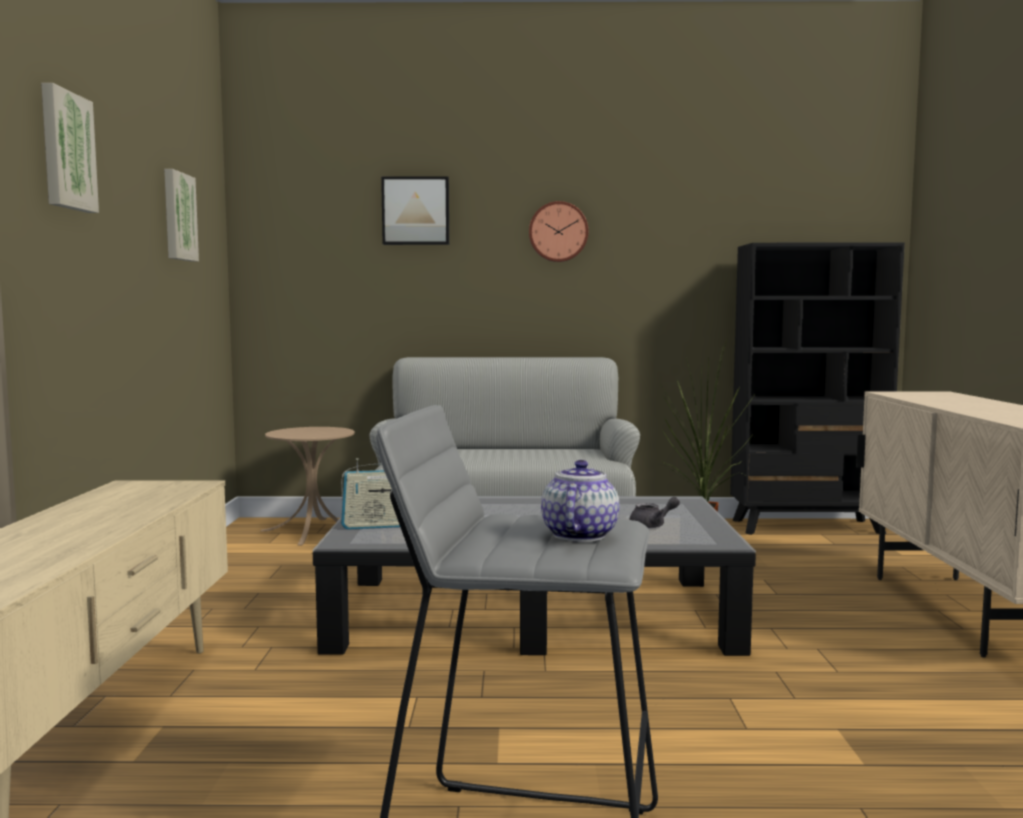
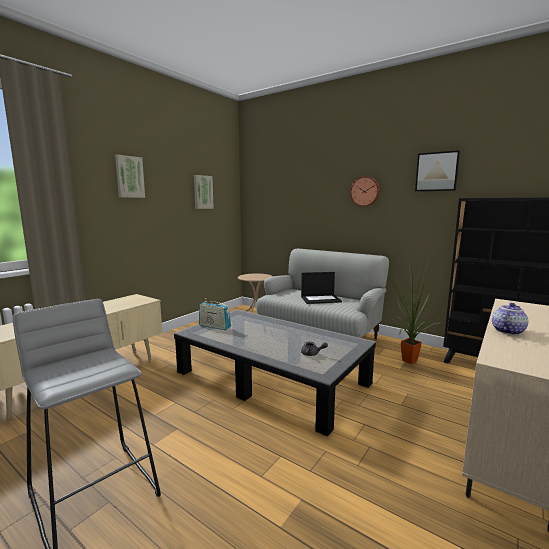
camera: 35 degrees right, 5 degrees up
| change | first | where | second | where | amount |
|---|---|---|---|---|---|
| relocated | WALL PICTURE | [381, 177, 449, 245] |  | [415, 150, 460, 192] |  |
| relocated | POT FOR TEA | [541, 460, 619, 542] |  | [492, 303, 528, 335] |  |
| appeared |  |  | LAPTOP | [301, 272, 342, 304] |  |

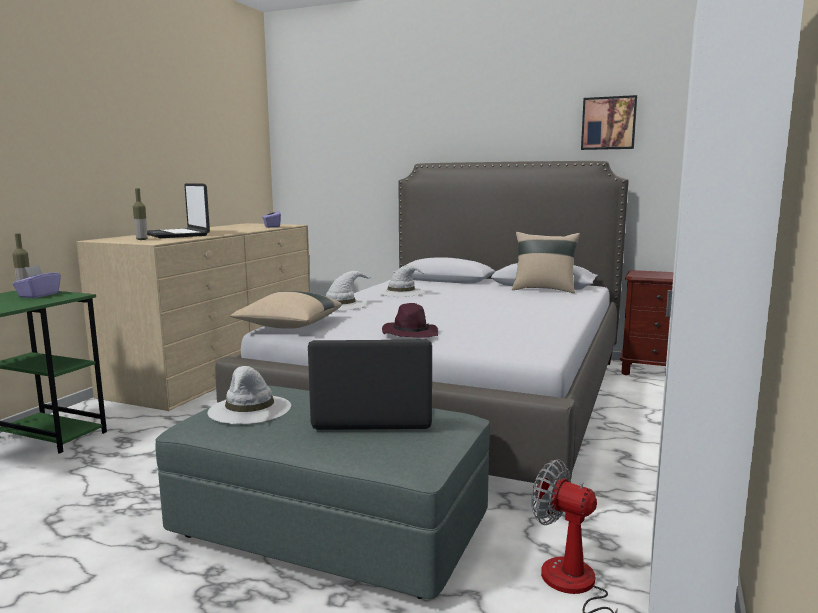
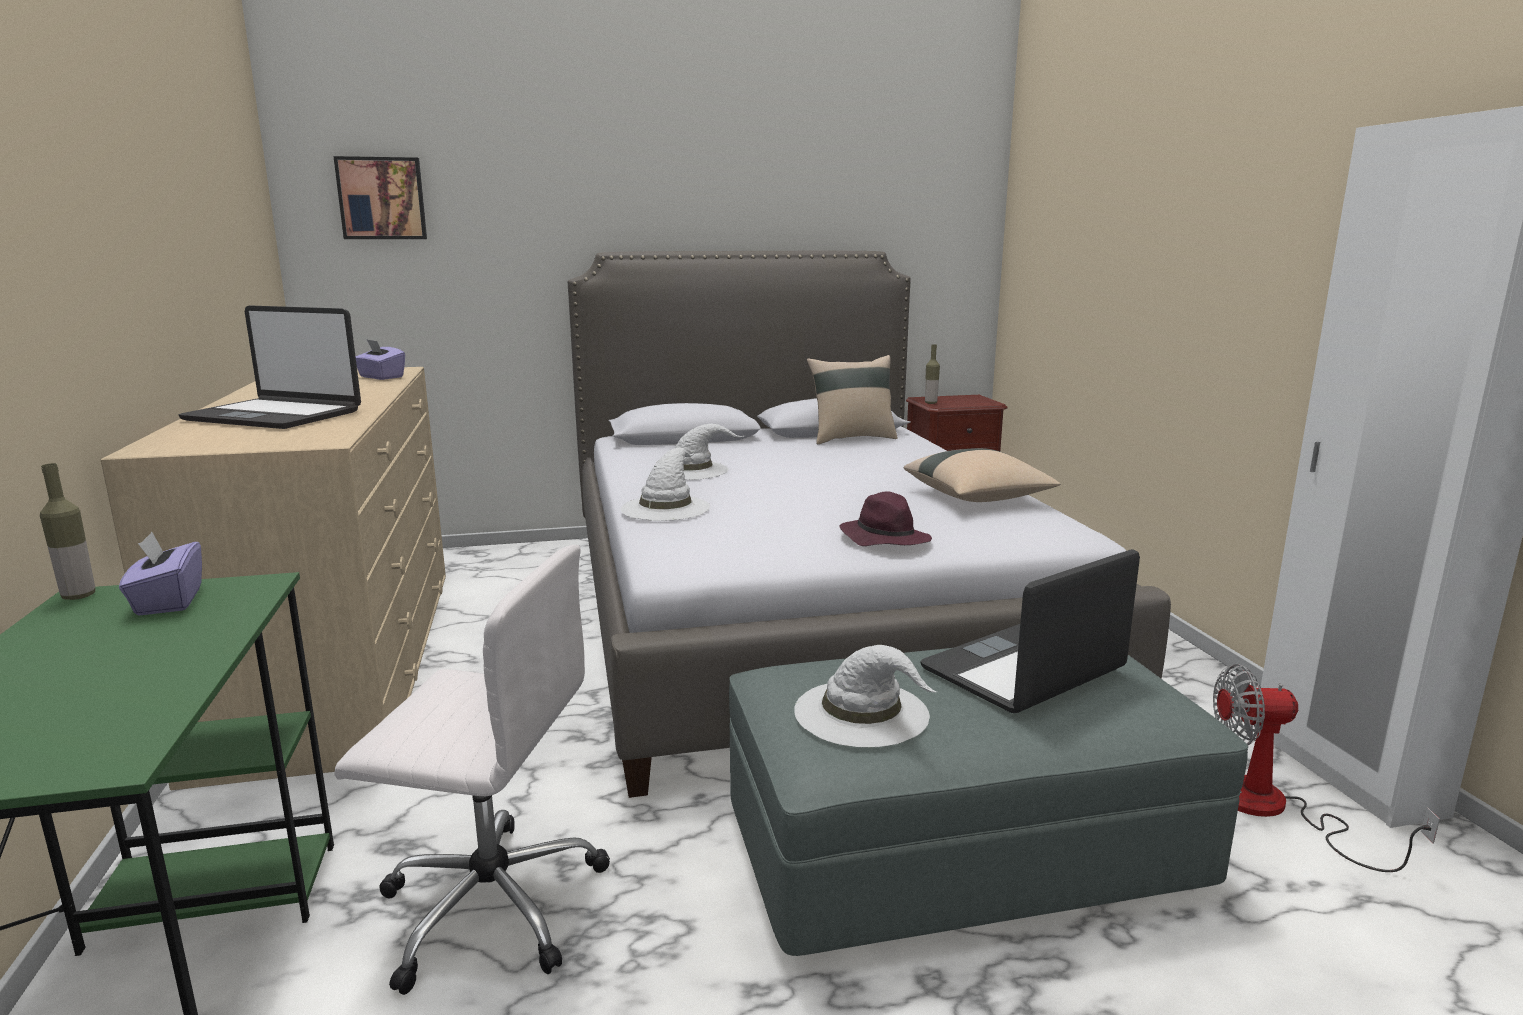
camera: 35 degrees left, 5 degrees up
| change | first | where | second | where | amount |
|---|---|---|---|---|---|
| relocated | BEVERAGE BOTTLE | [133, 189, 148, 240] |  | [925, 344, 940, 404] |  |
| relocated | BEIGE THROW PILLOW | [231, 291, 342, 329] |  | [904, 448, 1061, 502] |  |
| relocated | WALL PICTURE | [581, 95, 637, 150] |  | [333, 156, 427, 239] |  |
| appeared |  |  | WHITISH OFFICE CHAIR | [335, 545, 610, 995] |  |

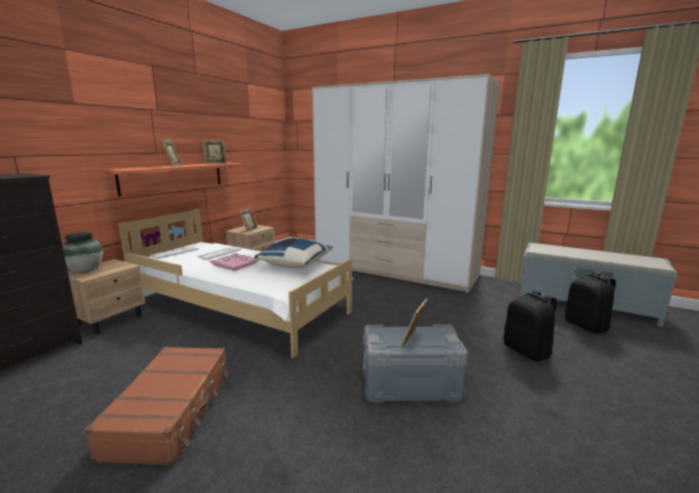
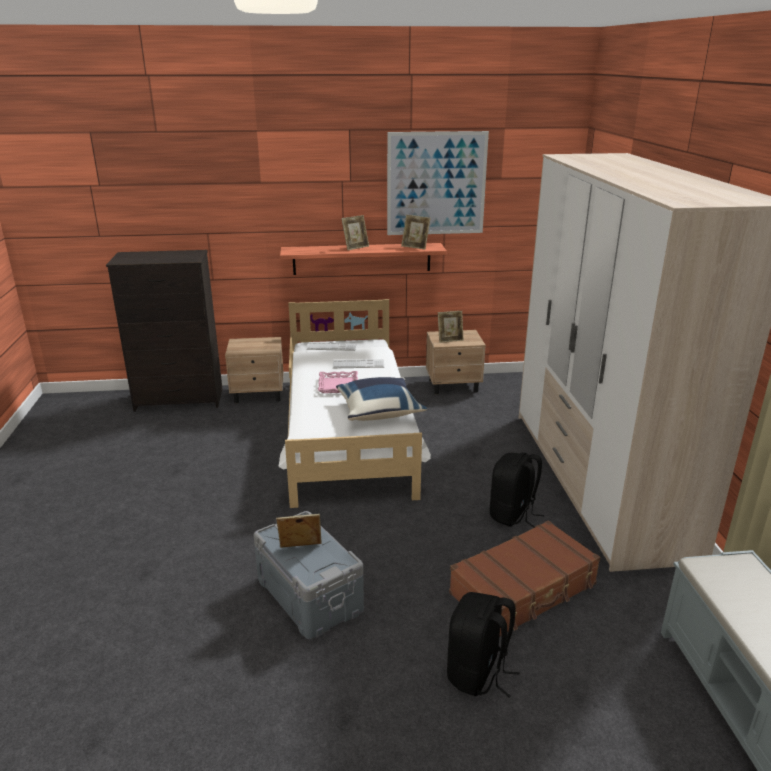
camera: 55 degrees right, 10 degrees up
| change | first | where | second | where | amount |
|---|---|---|---|---|---|
| missing | VASE | [62, 232, 103, 273] |  |  |  |
| relocated | BROWN PIECE OF LUGGAGE | [85, 346, 228, 465] |  | [449, 520, 600, 637] |  |
| relocated | BLACKISH KNAPSACK | [565, 273, 616, 334] |  | [490, 452, 544, 528] |  |
| appeared |  |  | WALL PICTURE | [387, 131, 489, 235] |  |

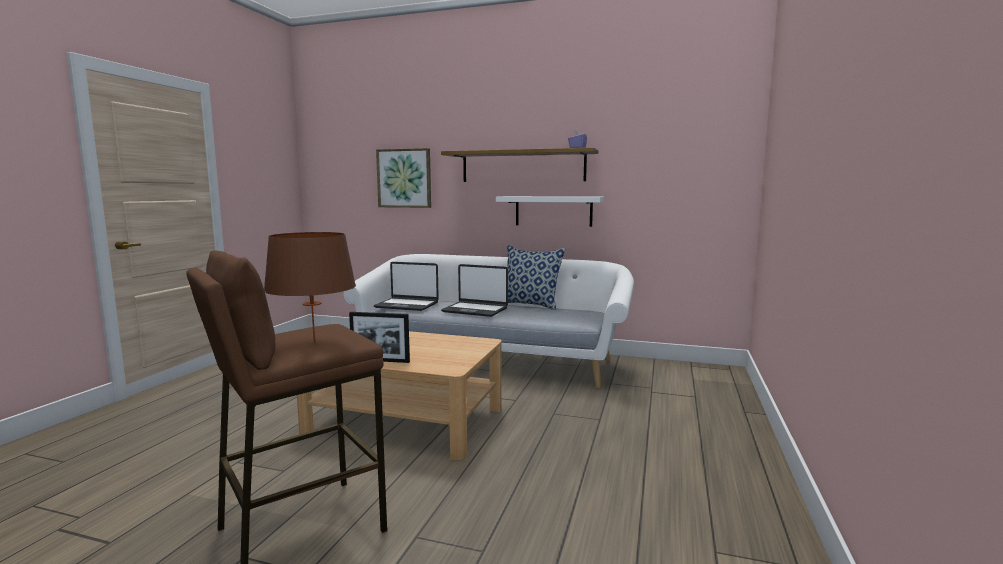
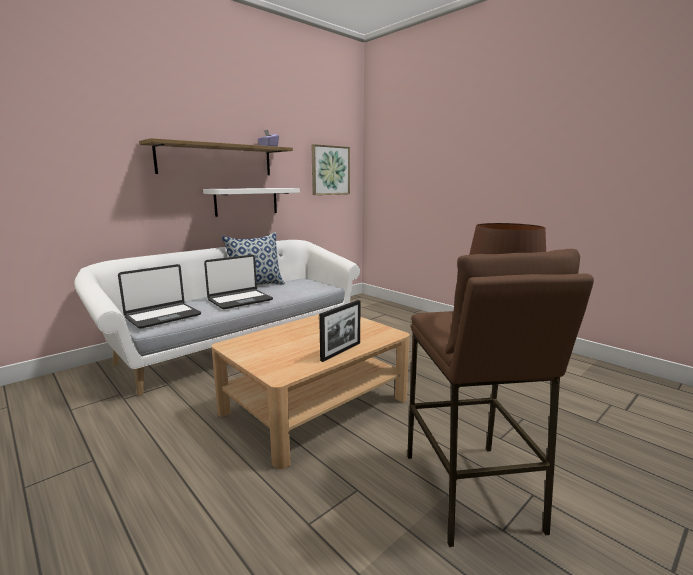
camera: 60 degrees left, 5 degrees up
| change | first | where | second | where | amount |
|---|---|---|---|---|---|
| relocated | WALL PICTURE | [376, 148, 431, 208] |  | [312, 144, 350, 195] |  |

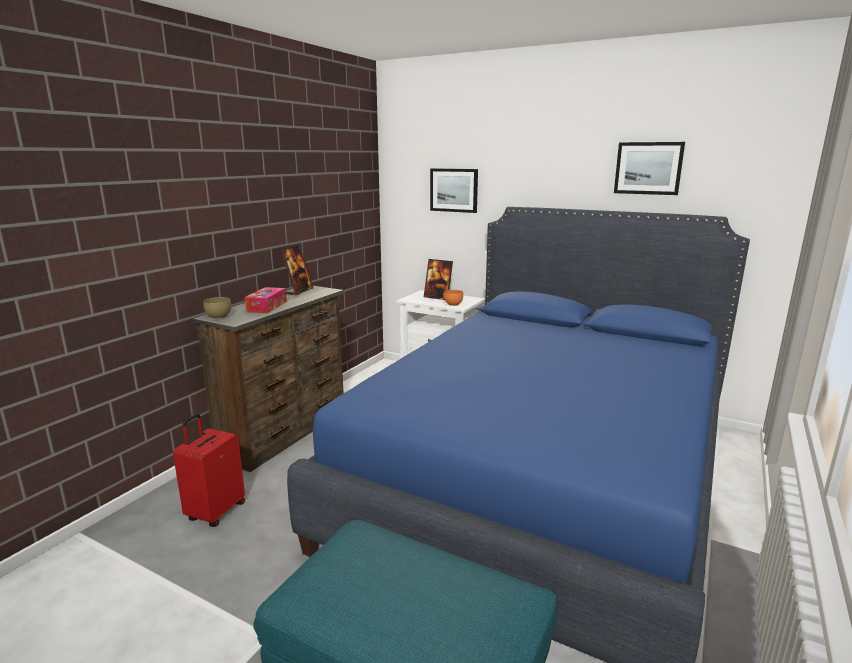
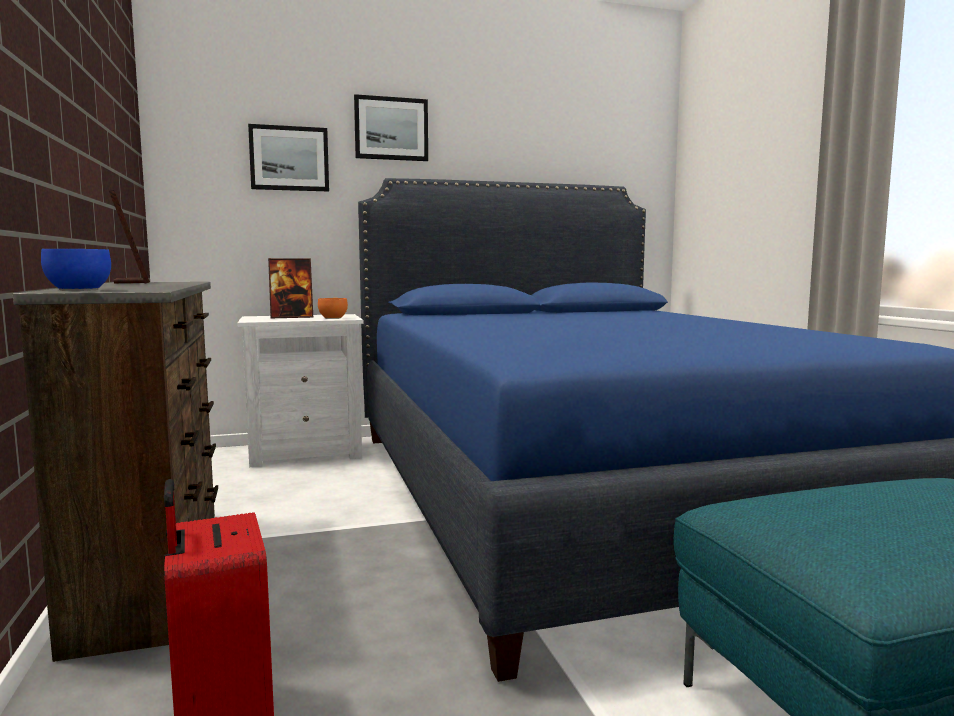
camera: 45 degrees left, 10 degrees down
| change | first | where | second | where | amount |
|---|---|---|---|---|---|
| colour | BROWN DEEP DISH | [204, 297, 231, 319] | BLUE DEEP DISH | [41, 249, 111, 291] |  |
| missing | TISSUE BOX | [245, 287, 287, 313] |  |  |  |
| relocated | WALL PICTURE | [614, 142, 685, 195] |  | [354, 94, 428, 161] |  |

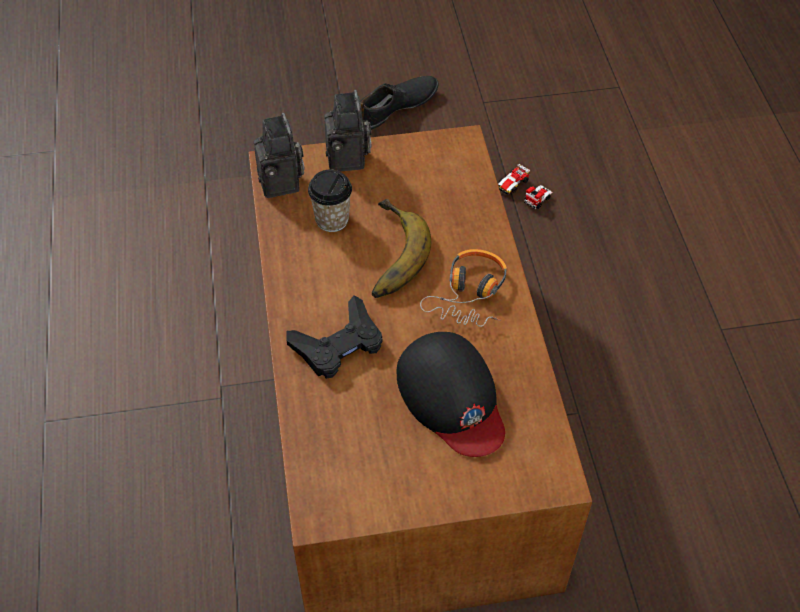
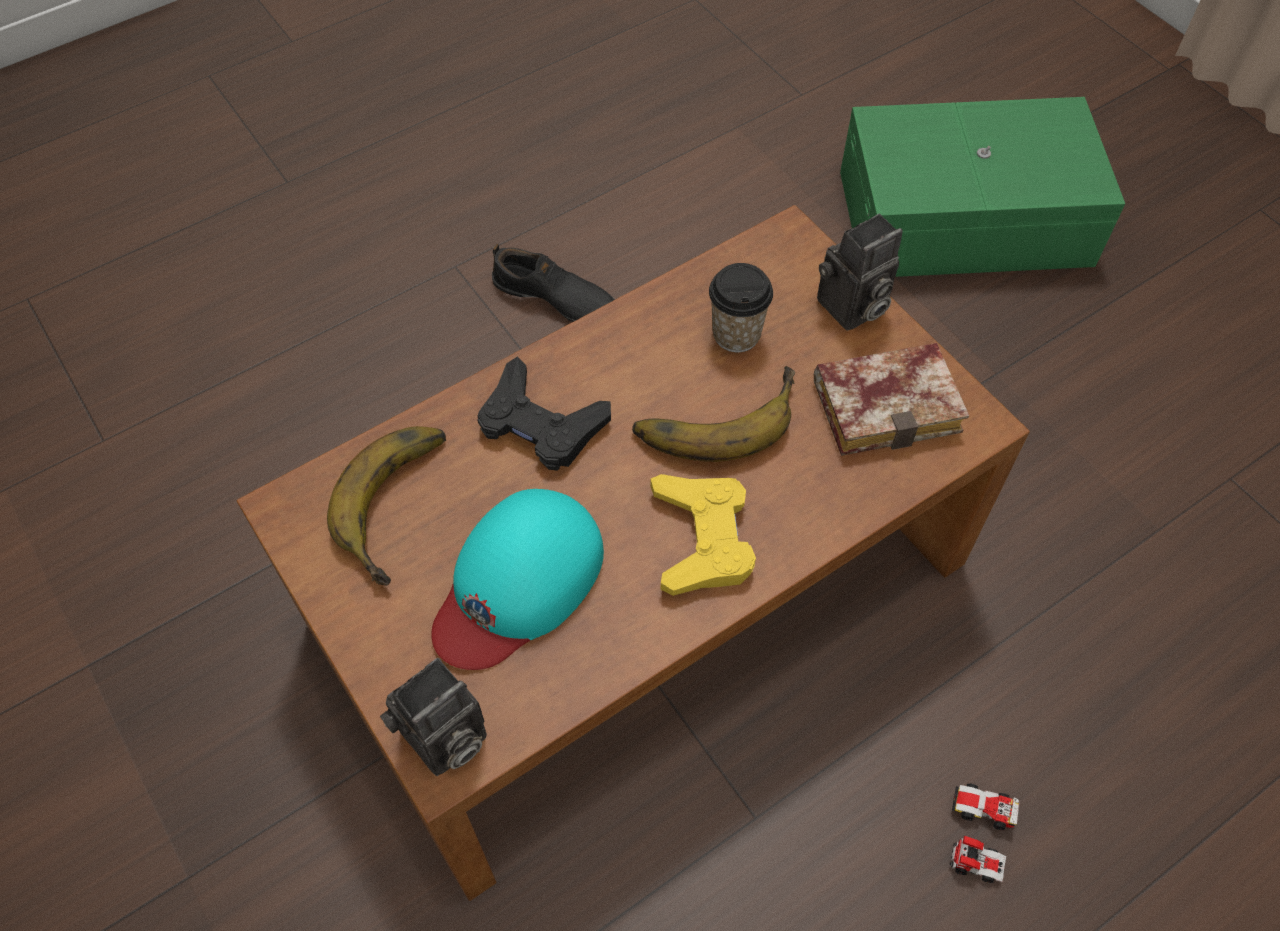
camera: 65 degrees right, 5 degrees up
| change | first | where | second | where | amount |
|---|---|---|---|---|---|
| relocated | PHOTO CAMERA | [254, 113, 304, 198] |  | [380, 658, 487, 776] |  |
| relocated | BLACKISH LOW SHOE | [360, 76, 439, 130] |  | [492, 244, 615, 322] |  |
| colour | BLACKISH PEAKED CAP | [397, 332, 505, 457] | TURQUOISE PEAKED CAP | [431, 489, 604, 670] |  |
| exchanged | HEADPHONES | [420, 249, 507, 327] | YELLOW-COLOURED JOYPAD | [650, 474, 756, 596] |  |
| relocated | MINIATURE CAR | [499, 164, 552, 209] |  | [950, 784, 1020, 883] |  |
| appeared |  |  | WHOLE BANANA | [327, 426, 446, 586] |  |
| appeared |  |  | BOOK | [814, 343, 969, 456] |  |
| appeared |  |  | GREEN STORAGE BOX | [840, 97, 1125, 277] |  |

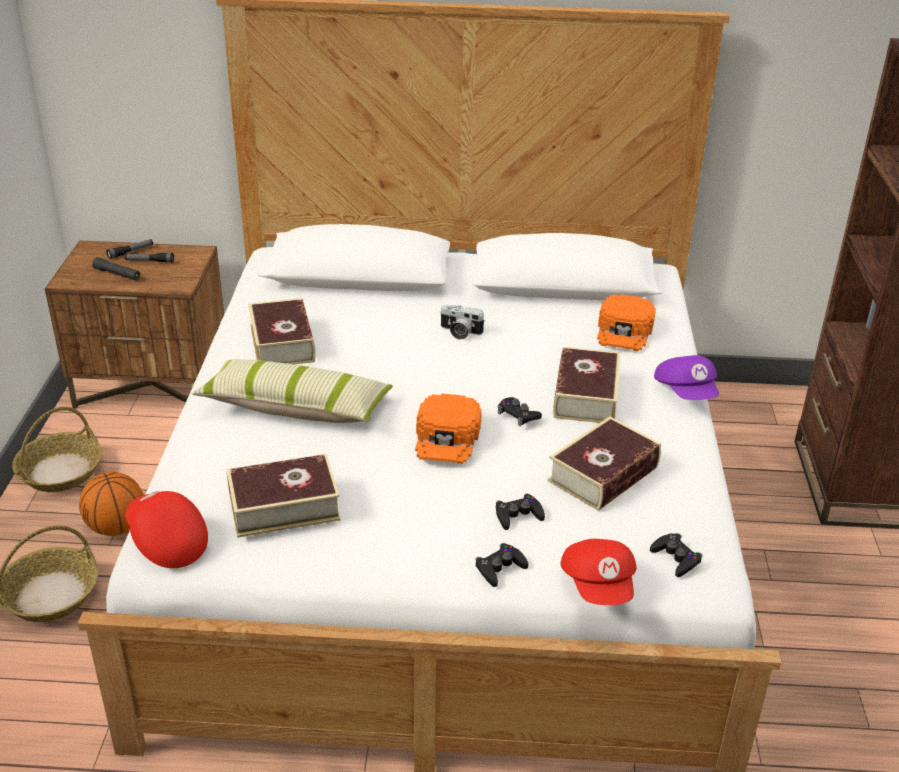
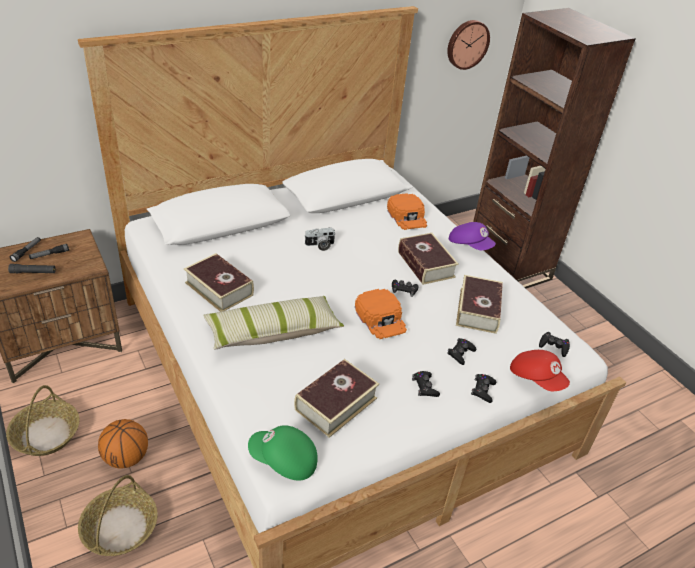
camera: 35 degrees left, 5 degrees up
| change | first | where | second | where | amount |
|---|---|---|---|---|---|
| colour | RED PEAKED CAP | [126, 491, 208, 568] | GREEN PEAKED CAP | [248, 425, 318, 481] |  |
| appeared |  |  | BLACKISH JOYPAD | [412, 371, 440, 397] |  |
| appeared |  |  | WALL CLOCK | [447, 20, 490, 70] |  |

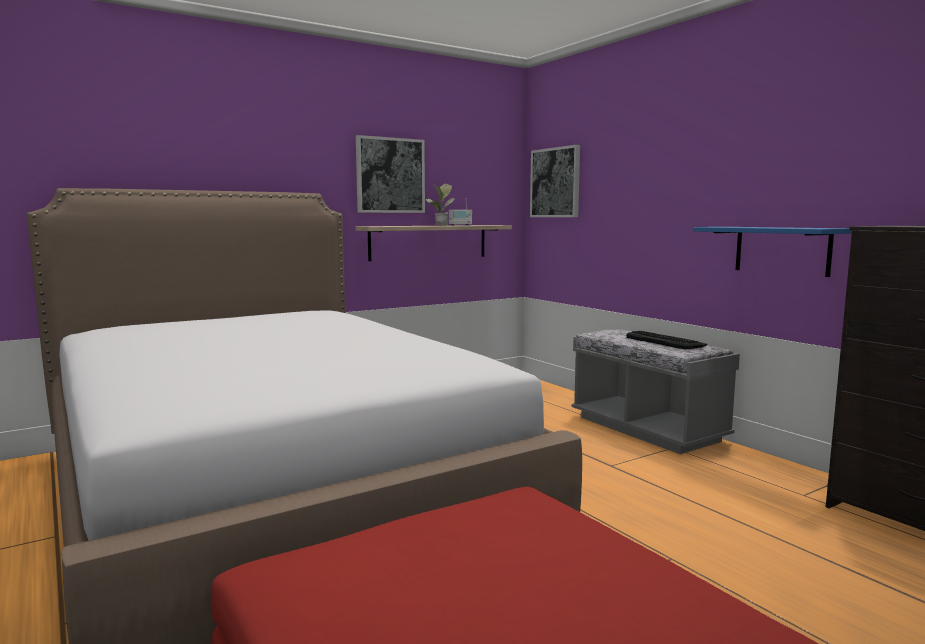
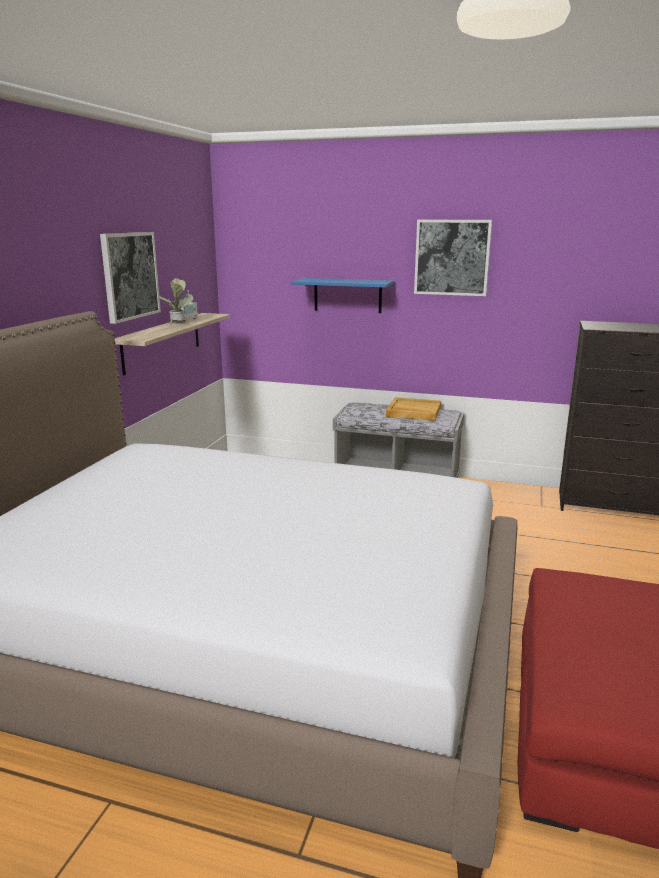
camera: 40 degrees left, 10 degrees up
| change | first | where | second | where | amount |
|---|---|---|---|---|---|
| relocated | WALL PICTURE | [530, 145, 580, 217] |  | [414, 220, 492, 296] |  |
| exchanged | KEYBOARD | [626, 331, 707, 349] | BEIGE TRAY | [386, 397, 441, 421] |  |
| relocated | BLUE WALL SHELF | [693, 227, 852, 277] |  | [291, 278, 394, 313] |  |

